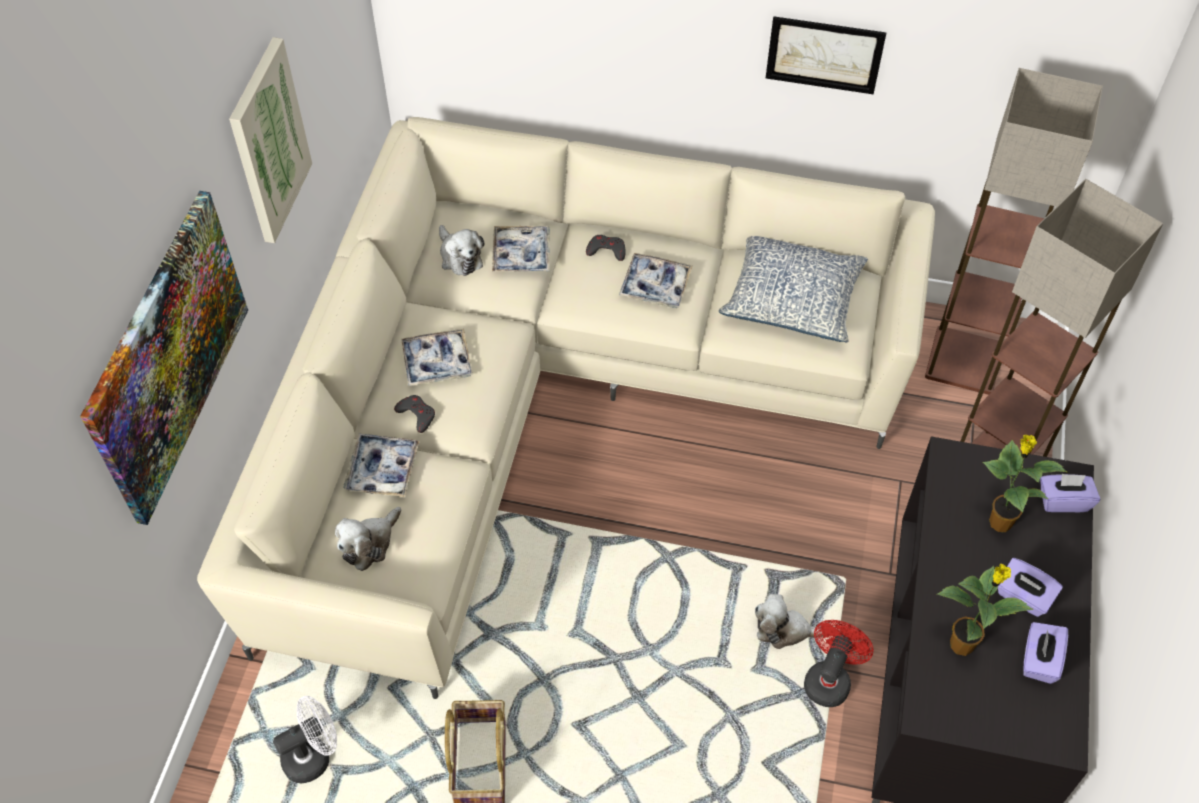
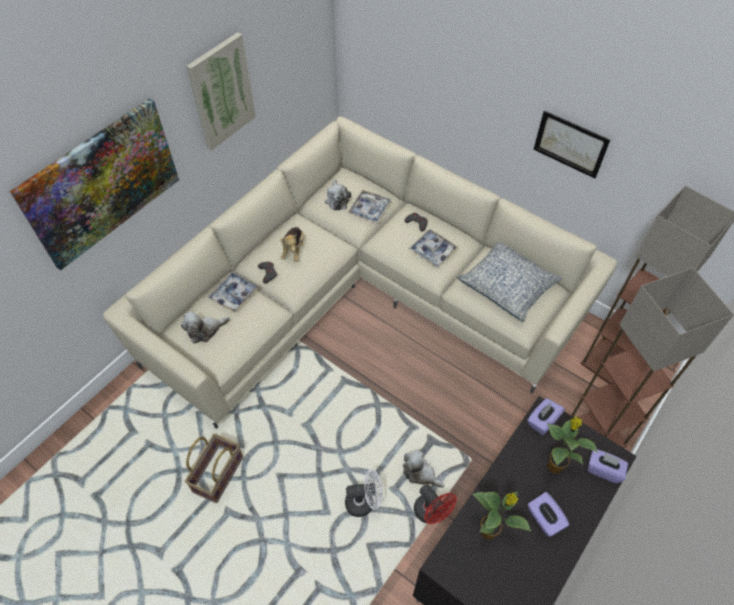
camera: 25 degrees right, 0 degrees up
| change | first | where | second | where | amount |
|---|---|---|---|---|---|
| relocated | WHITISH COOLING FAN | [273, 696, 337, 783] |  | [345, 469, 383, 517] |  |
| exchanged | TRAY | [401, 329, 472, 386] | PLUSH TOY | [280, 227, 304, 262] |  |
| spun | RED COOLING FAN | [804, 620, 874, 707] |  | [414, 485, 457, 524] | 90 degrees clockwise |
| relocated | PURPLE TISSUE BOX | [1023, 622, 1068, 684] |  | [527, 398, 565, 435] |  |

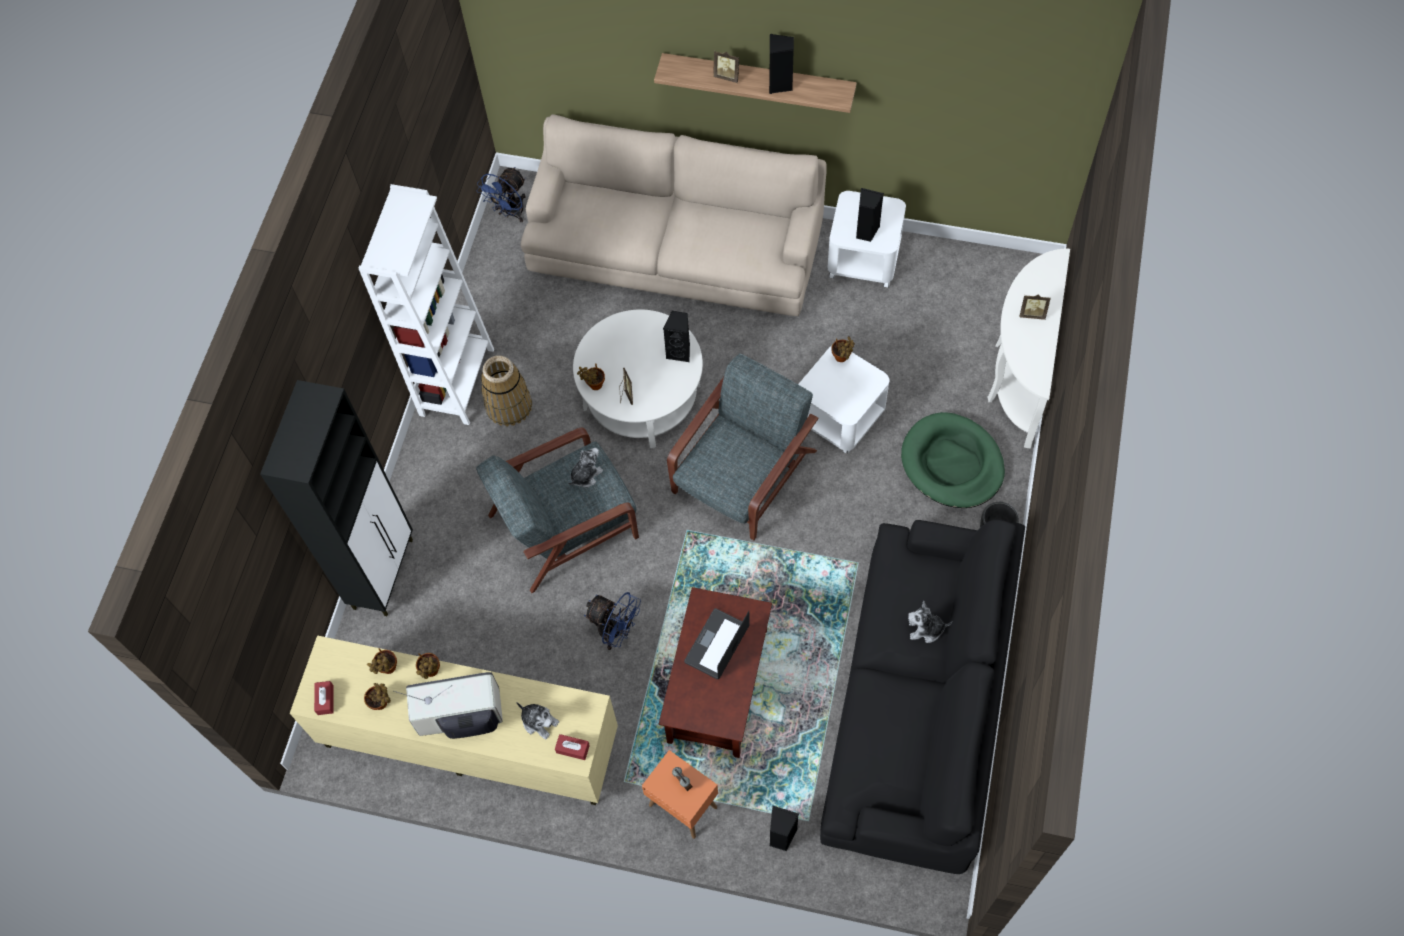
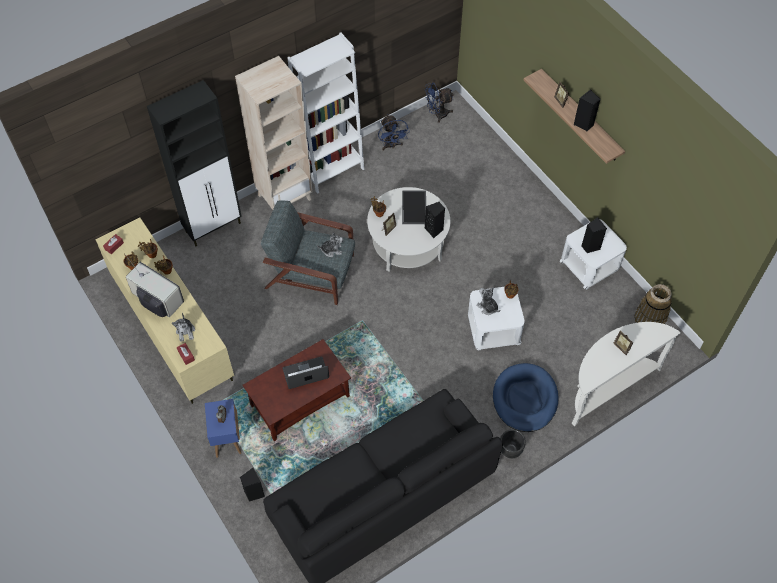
camera: 40 degrees right, 5 degrees down
| change | first | where | second | where | amount |
|---|---|---|---|---|---|
| relocated | STORAGE BASKET | [481, 355, 532, 426] |  | [634, 284, 672, 324] |  |
| missing | BEIGE SOFA | [521, 114, 827, 316] |  |  |  |
| relocated | BLUE COOLING FAN | [584, 592, 641, 650] |  | [378, 114, 409, 150] |  |
| colour | ORANGEY SIDE TABLE | [642, 750, 718, 839] | BLUE SIDE TABLE | [205, 399, 242, 458] |  |
| missing | GREYISH ARMCHAIR | [667, 354, 818, 540] |  |  |  |
| colour | GREEN PET BED | [901, 412, 1005, 508] | BLUE PET BED | [493, 363, 558, 432] |  |
| relocated | PLUSH TOY | [908, 601, 952, 643] |  | [476, 287, 500, 315] |  |
| appeared |  |  | BEIGE SHELVING UNIT | [235, 56, 313, 210] |  |
| appeared |  |  | TRAY | [402, 191, 426, 224] |  |

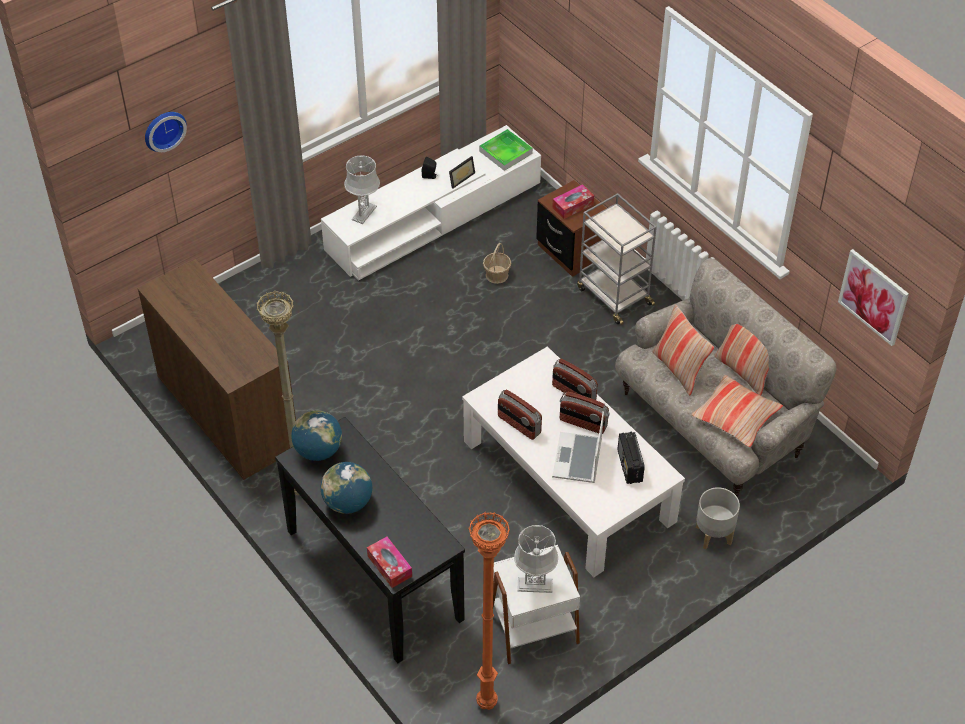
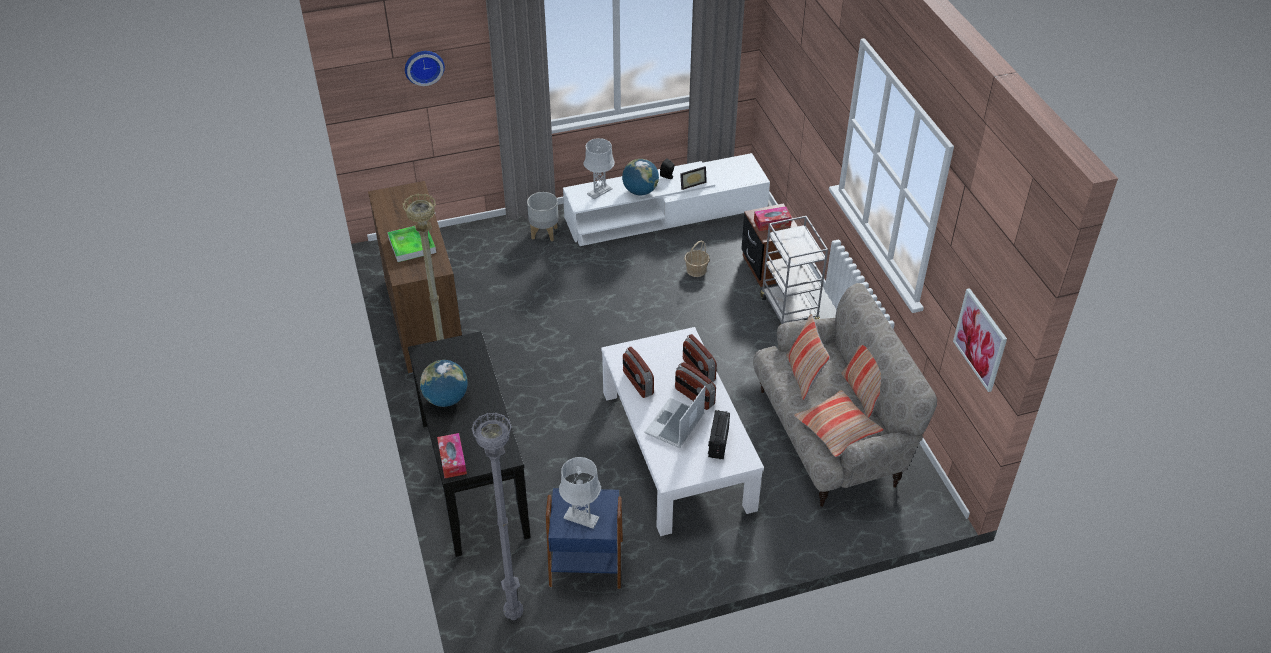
camera: 20 degrees right, 5 degrees down
| change | first | where | second | where | amount |
|---|---|---|---|---|---|
| relocated | WORLD GLOBE | [291, 410, 342, 461] |  | [622, 159, 659, 196] |  |
| colour | ORANGEY STANDING LAMP | [468, 512, 510, 710] | GREYISH STANDING LAMP | [471, 412, 523, 620] |  |
| relocated | TRAY | [479, 129, 533, 171] |  | [387, 226, 436, 262] |  |
| colour | WHITISH SIDE TABLE | [493, 545, 580, 664] | BLUE SIDE TABLE | [546, 488, 623, 589] |  |
| relocated | GREYISH PLANT POT | [696, 487, 740, 550] |  | [527, 192, 559, 241] |  |

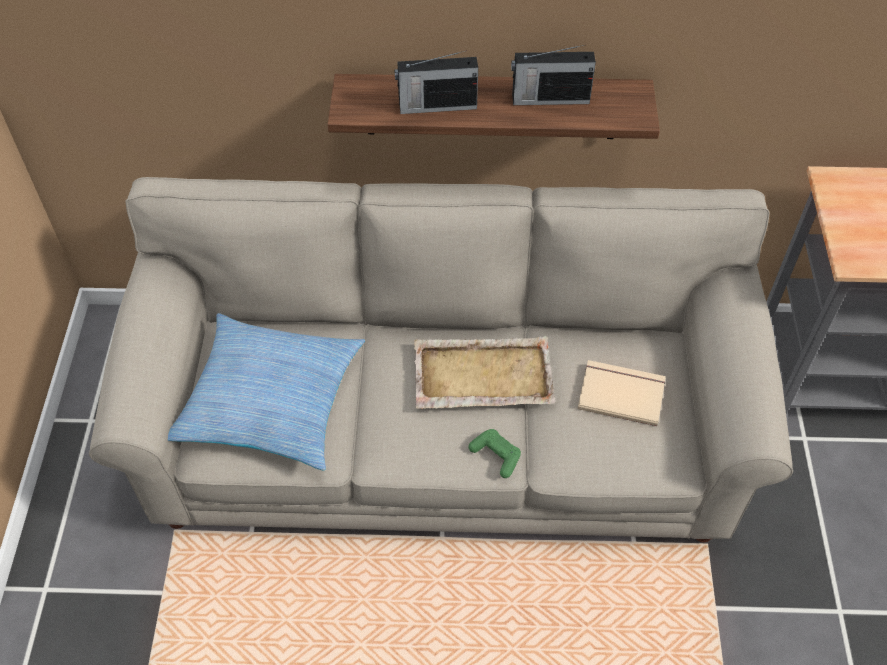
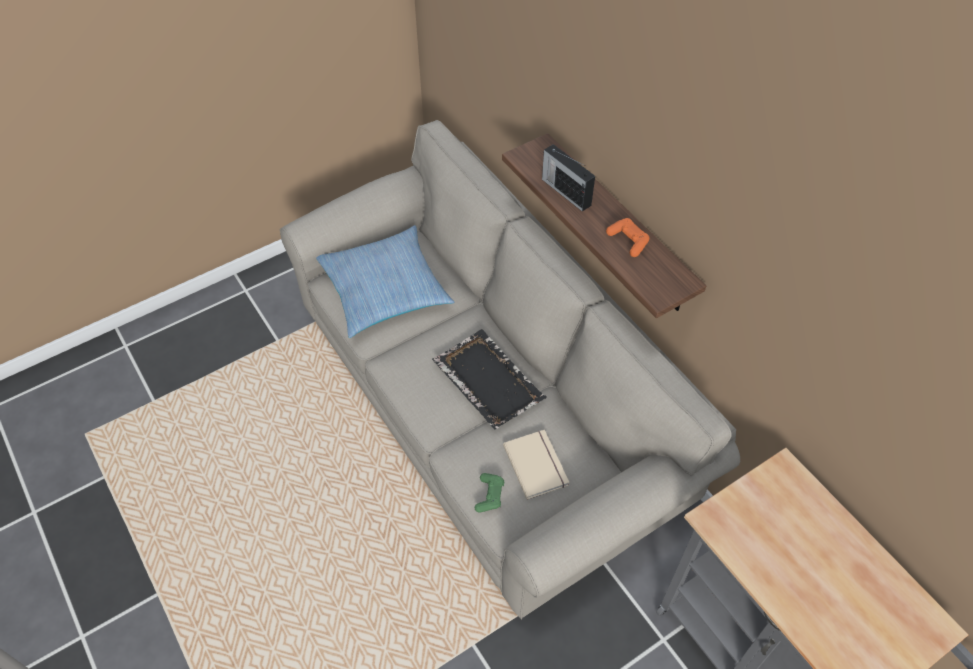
camera: 55 degrees right, 0 degrees up
| change | first | where | second | where | amount |
|---|---|---|---|---|---|
| colour | BEIGE TRAY | [414, 336, 555, 409] | BLACKISH TRAY | [432, 329, 546, 430] |  |
| relocated | GREEN JOYPAD | [469, 429, 521, 478] |  | [475, 473, 504, 513] |  |
| exchanged | RADIO | [511, 45, 596, 105] | ORANGEY JOYPAD | [606, 218, 650, 257] |  |

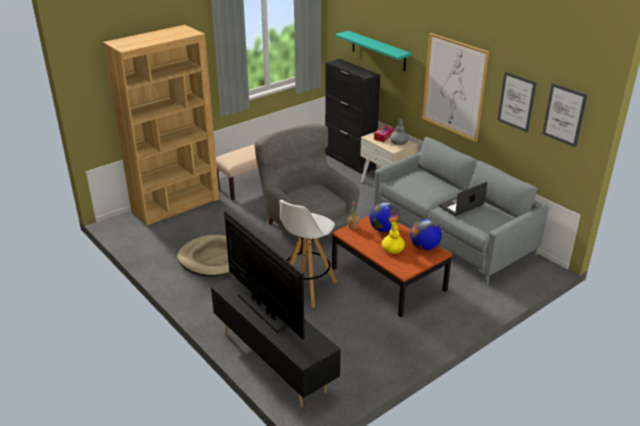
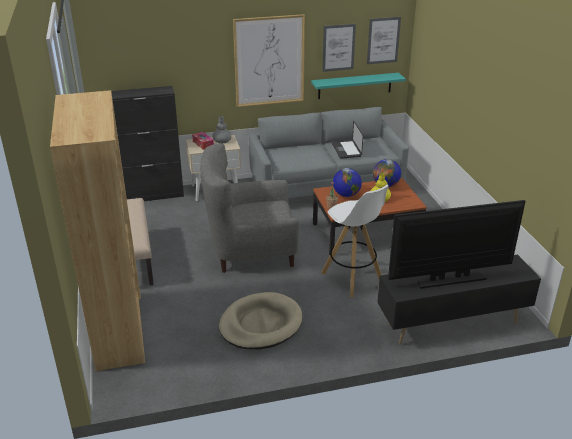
camera: 65 degrees left, 0 degrees up
| change | first | where | second | where | amount |
|---|---|---|---|---|---|
| relocated | TURQUOISE WALL SHELF | [335, 31, 412, 71] |  | [311, 73, 406, 99] |  |

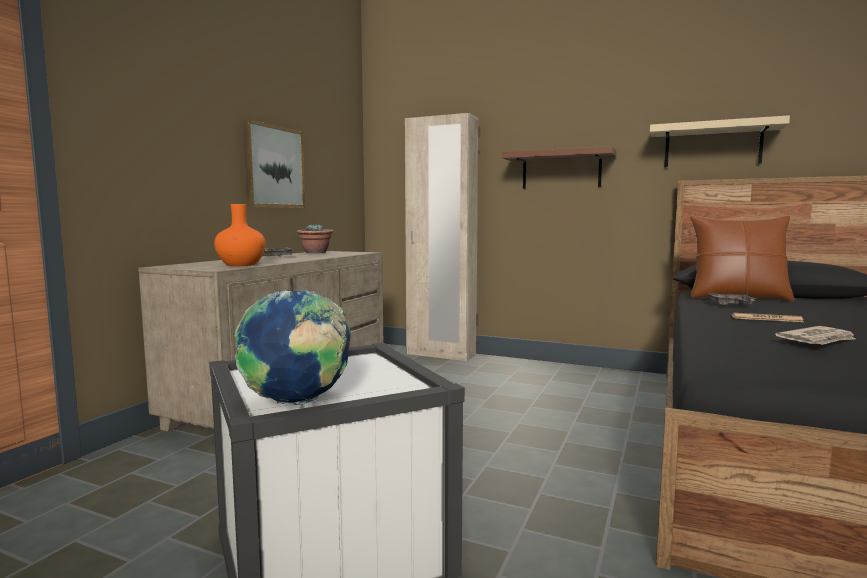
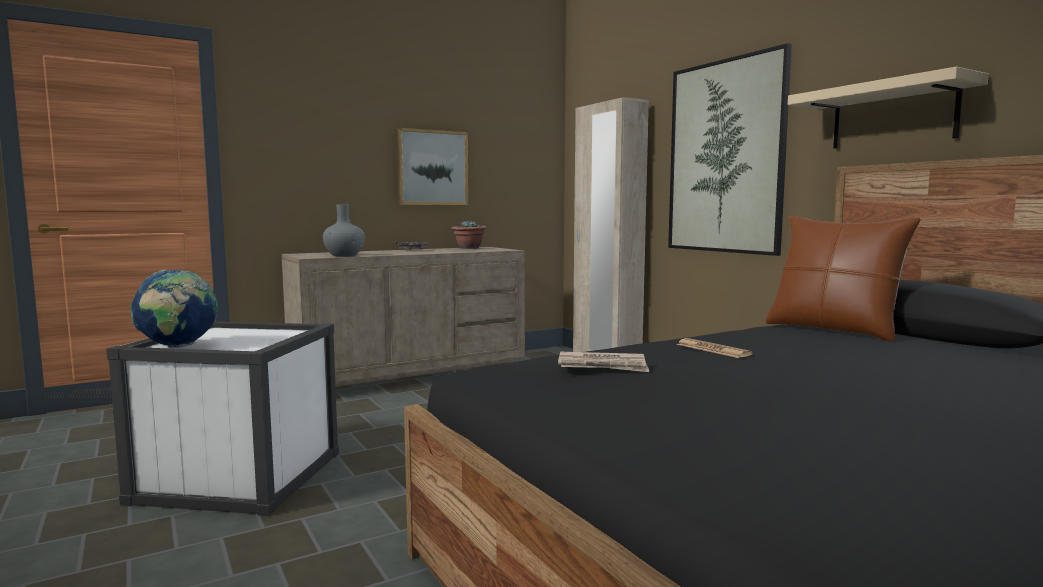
camera: 35 degrees right, 0 degrees up
| change | first | where | second | where | amount |
|---|---|---|---|---|---|
| colour | ORANGEY VASE | [214, 204, 266, 266] | GREYISH VASE | [323, 205, 365, 256] |  |
| exchanged | BROWN WALL SHELF | [502, 146, 616, 189] | WALL PICTURE | [668, 43, 792, 256] |  |
| missing | GREYISH TRAY | [708, 291, 756, 305] |  |  |  |

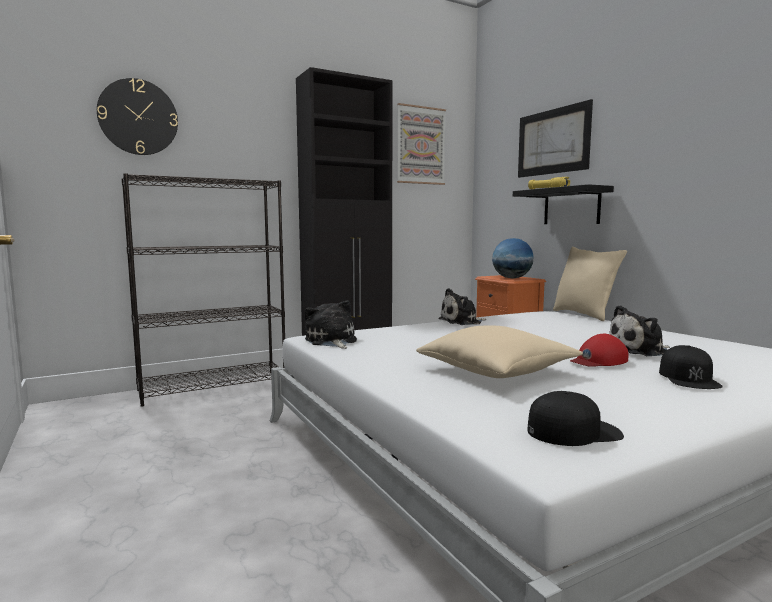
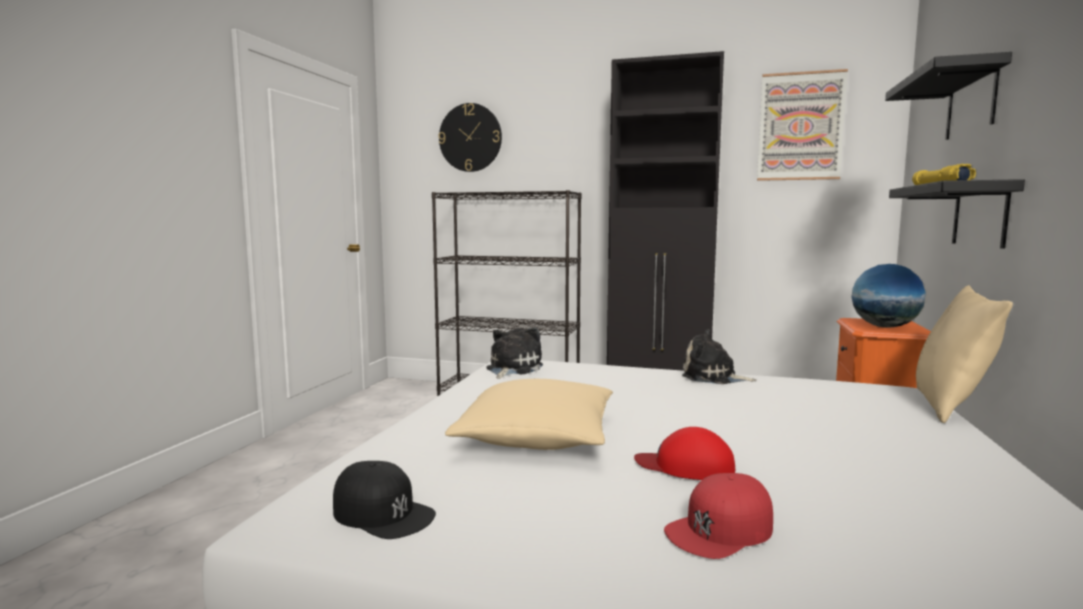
camera: 45 degrees right, 0 degrees up
| change | first | where | second | where | amount |
|---|---|---|---|---|---|
| exchanged | WALL PICTURE | [518, 99, 593, 178] | BLACKISH WALL SHELF | [885, 52, 1012, 140] |  |
| missing | PLUSH TOY | [610, 305, 670, 356] |  |  |  |
| colour | BLACKISH PEAKED CAP | [659, 345, 723, 389] | RED PEAKED CAP | [664, 473, 773, 559] |  |

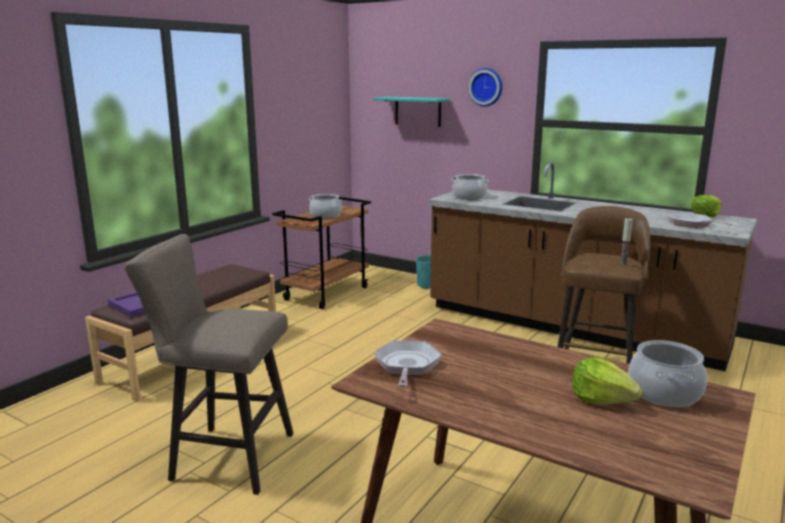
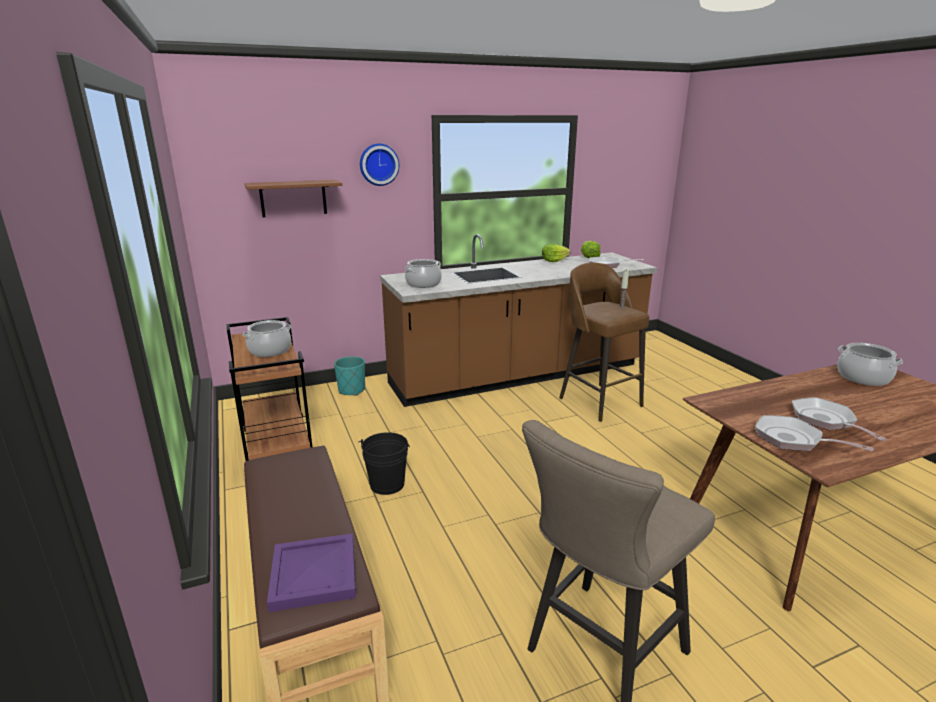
camera: 55 degrees left, 5 degrees up
| change | first | where | second | where | amount |
|---|---|---|---|---|---|
| colour | TURQUOISE WALL SHELF | [373, 97, 451, 127] | BROWN WALL SHELF | [244, 180, 342, 217] |  |
| relocated | LETTUCE HEAD | [572, 357, 643, 405] |  | [542, 244, 570, 262] |  |
| appeared |  |  | BLACKISH PAIL | [359, 432, 410, 495] |  |
| appeared |  |  | FRYING PAN | [792, 397, 887, 441] |  |

